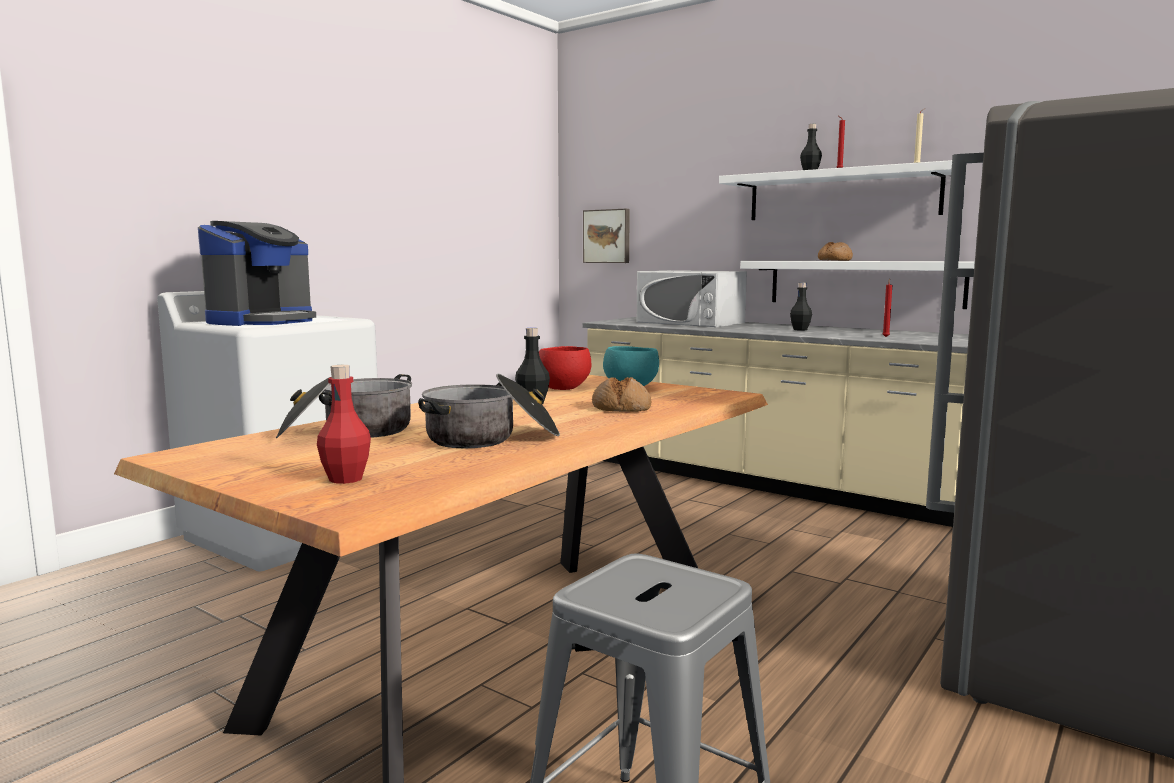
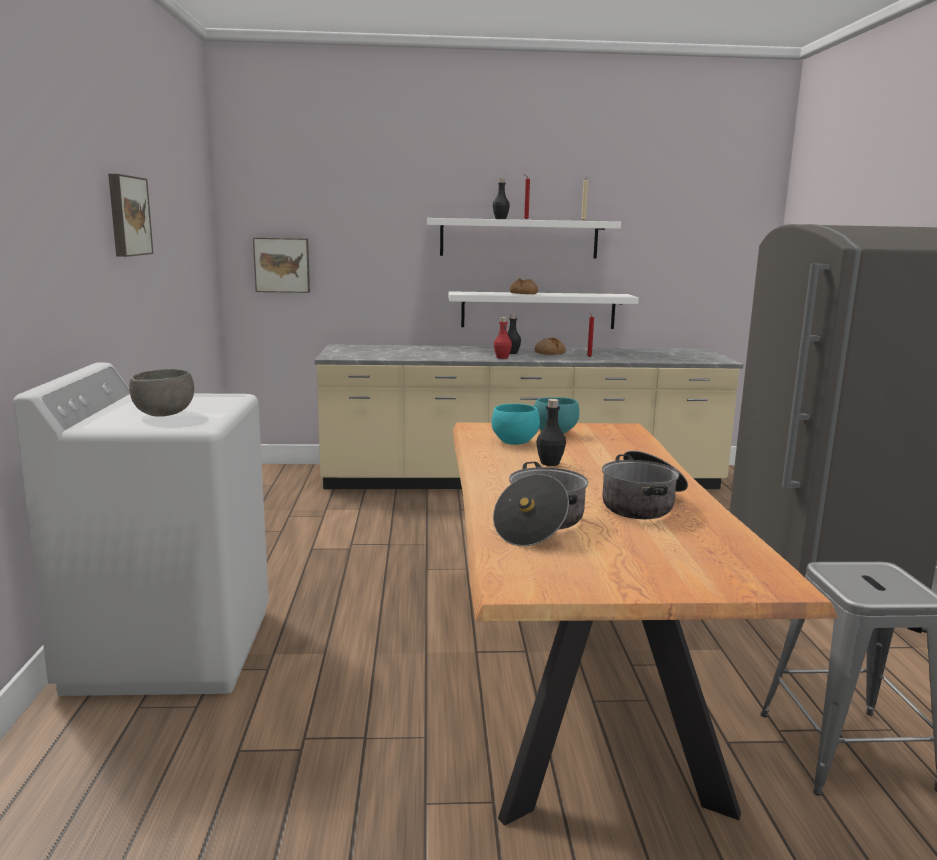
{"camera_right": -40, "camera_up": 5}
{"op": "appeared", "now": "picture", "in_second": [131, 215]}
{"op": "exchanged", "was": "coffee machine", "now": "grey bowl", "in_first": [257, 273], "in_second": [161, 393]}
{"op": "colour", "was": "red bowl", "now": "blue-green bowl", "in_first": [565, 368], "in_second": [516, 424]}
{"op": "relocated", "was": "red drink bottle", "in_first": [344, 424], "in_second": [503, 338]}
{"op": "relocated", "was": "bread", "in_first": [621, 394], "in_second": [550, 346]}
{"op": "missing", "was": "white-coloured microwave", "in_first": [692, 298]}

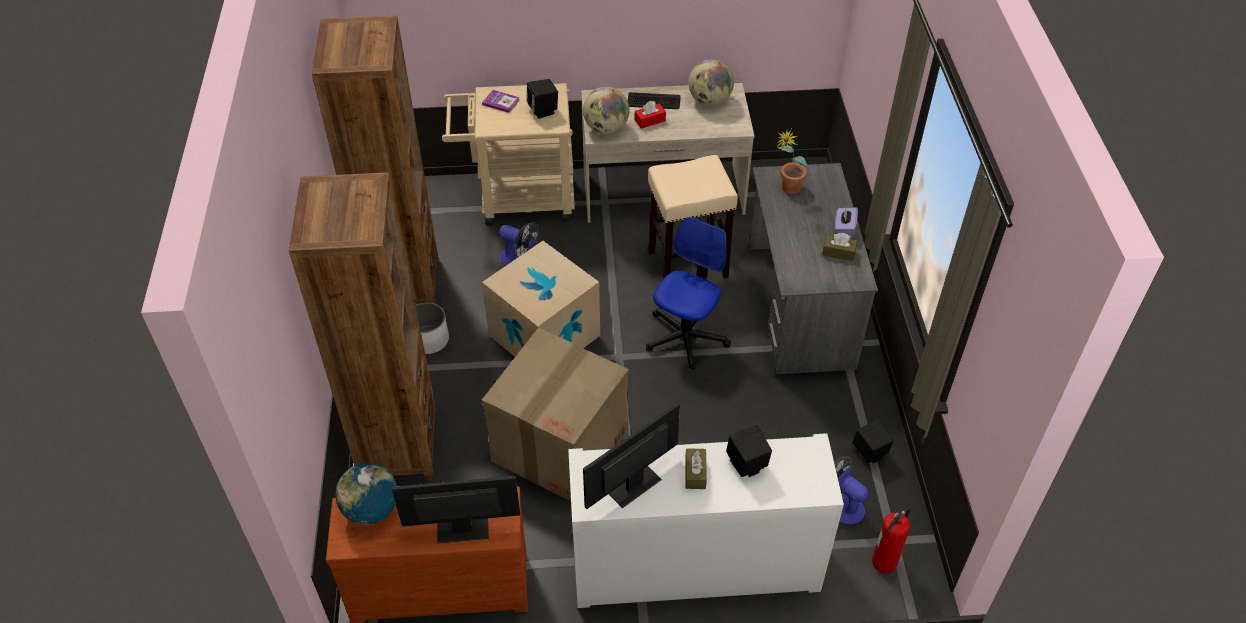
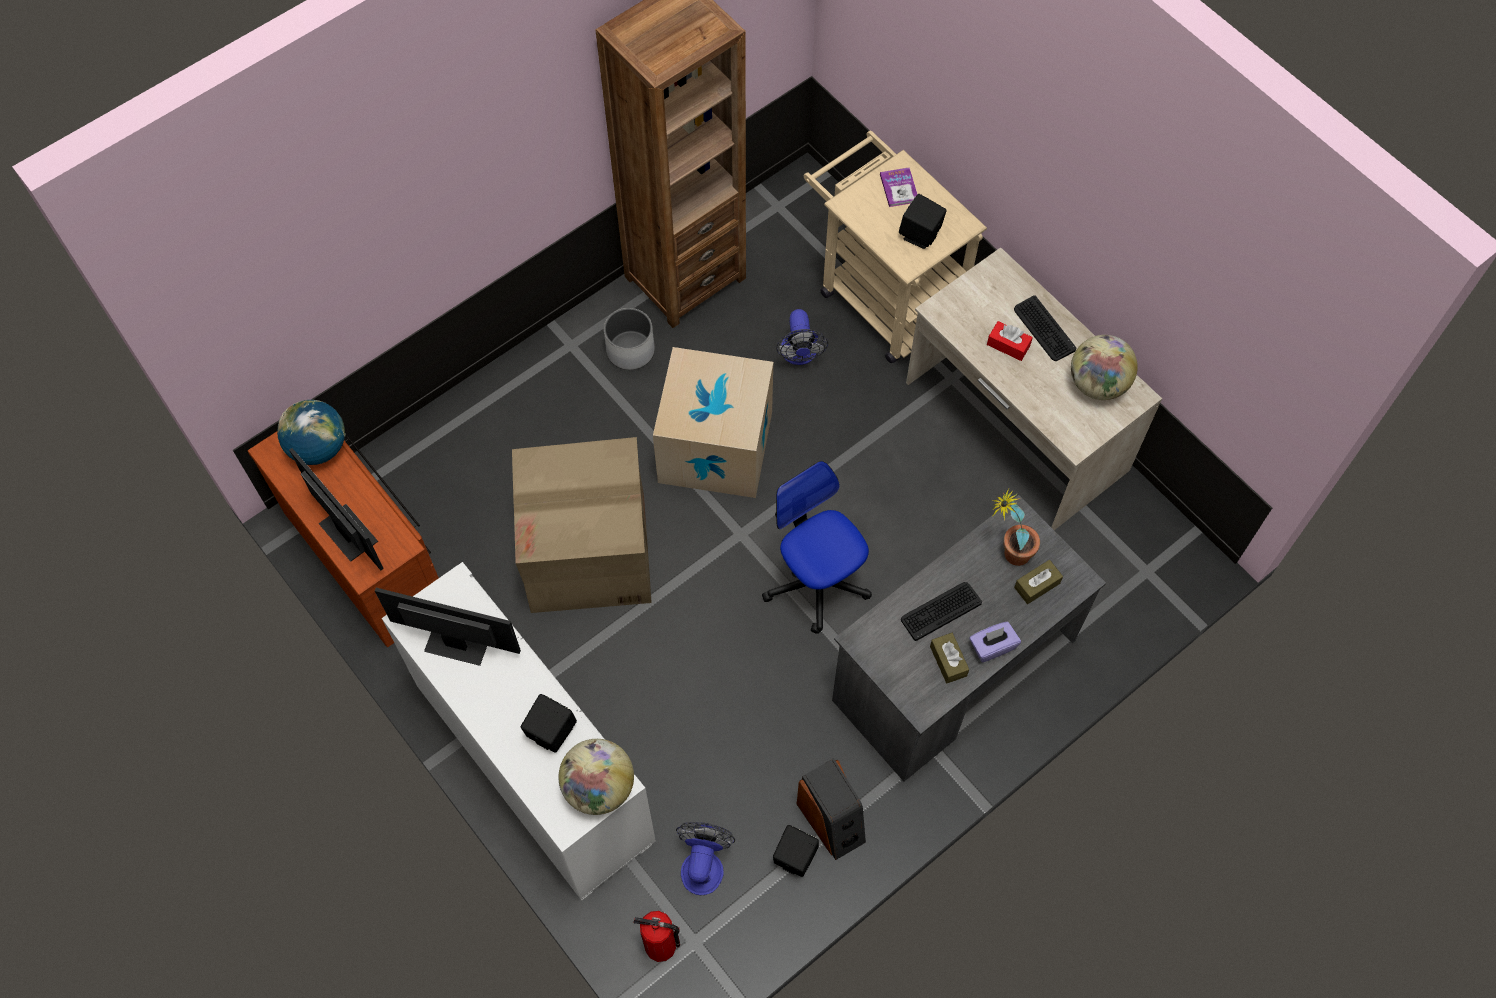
{"camera_right": 55, "camera_up": 15}
{"op": "relocated", "was": "world globe", "in_first": [606, 110], "in_second": [596, 777]}
{"op": "spun", "was": "office chair", "in_first": [688, 293], "in_second": [817, 547], "clockwise": -120}
{"op": "appeared", "now": "audio speaker", "in_second": [831, 809]}
{"op": "appeared", "now": "PC keyboard", "in_second": [941, 611]}
{"op": "relocated", "was": "brown tissue holder", "in_first": [696, 468], "in_second": [1038, 582]}
{"op": "missing", "was": "brown shelving unit", "in_first": [362, 325]}
{"op": "missing", "was": "beige-coloured sitting stool", "in_first": [693, 217]}

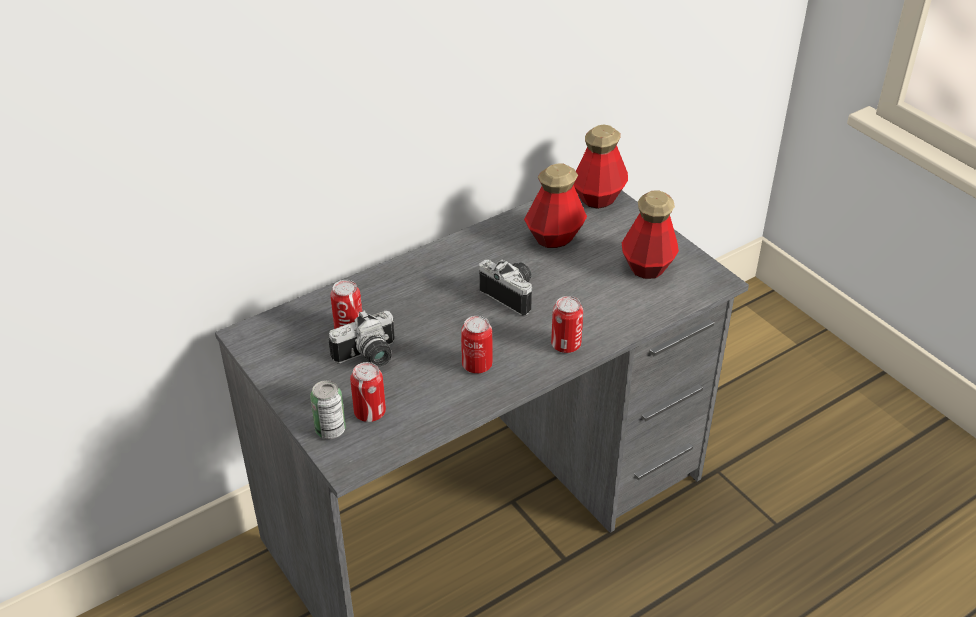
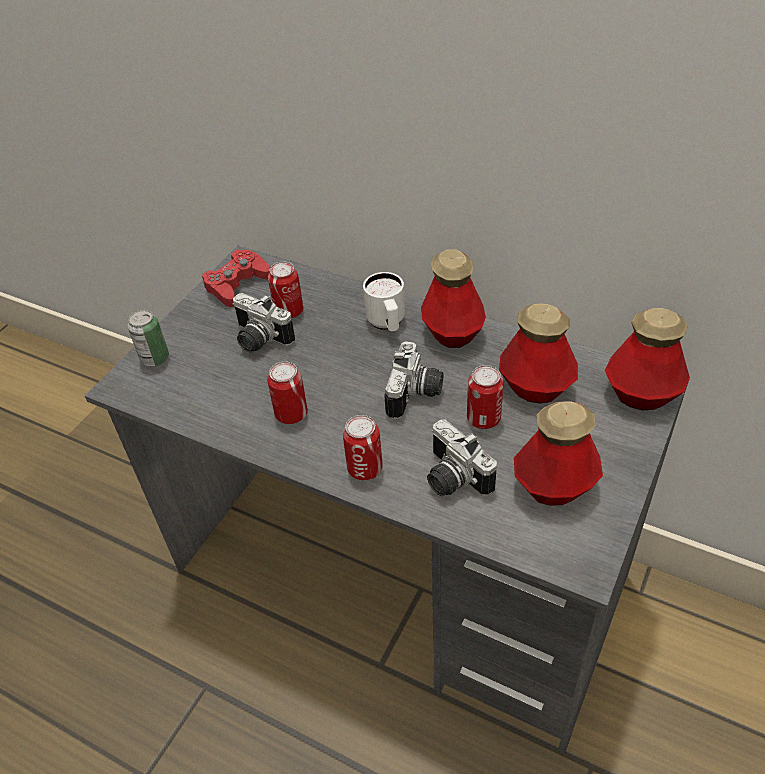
{"camera_right": 65, "camera_up": 5}
{"op": "appeared", "now": "red joypad", "in_second": [236, 278]}
{"op": "appeared", "now": "white-coloured tea mug", "in_second": [384, 301]}
{"op": "appeared", "now": "drink bottle", "in_second": [453, 298]}
{"op": "appeared", "now": "photo camera", "in_second": [462, 458]}
{"op": "relocated", "was": "metal can", "in_first": [368, 392], "in_second": [485, 397]}

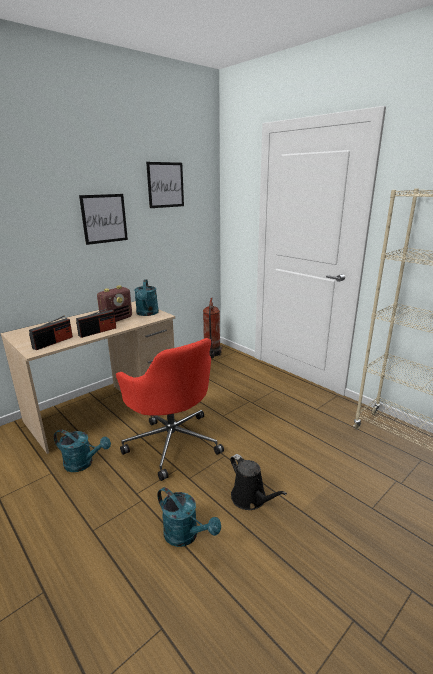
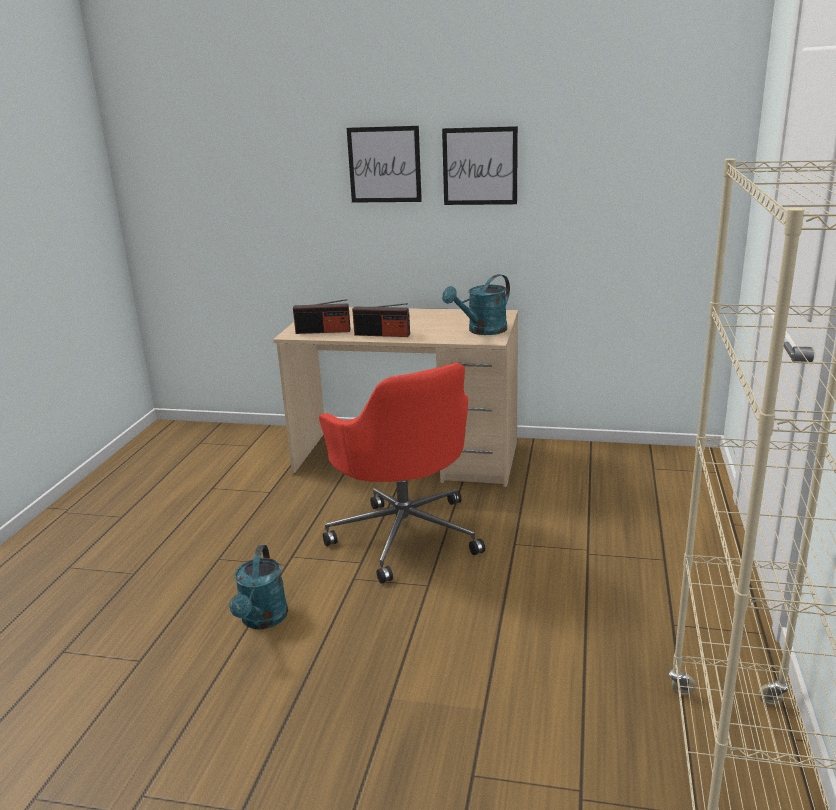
{"camera_right": 55, "camera_up": 0}
{"op": "spun", "was": "red office chair", "in_first": [170, 409], "in_second": [402, 473], "clockwise": -45}
{"op": "relocated", "was": "picture", "in_first": [165, 185], "in_second": [384, 164]}
{"op": "missing", "was": "blue-green watering pot", "in_first": [82, 450]}
{"op": "missing", "was": "radio receiver", "in_first": [114, 304]}
{"op": "missing", "was": "fire-fighting cylinder", "in_first": [212, 328]}
{"op": "missing", "was": "blackish watering pot", "in_first": [258, 482]}

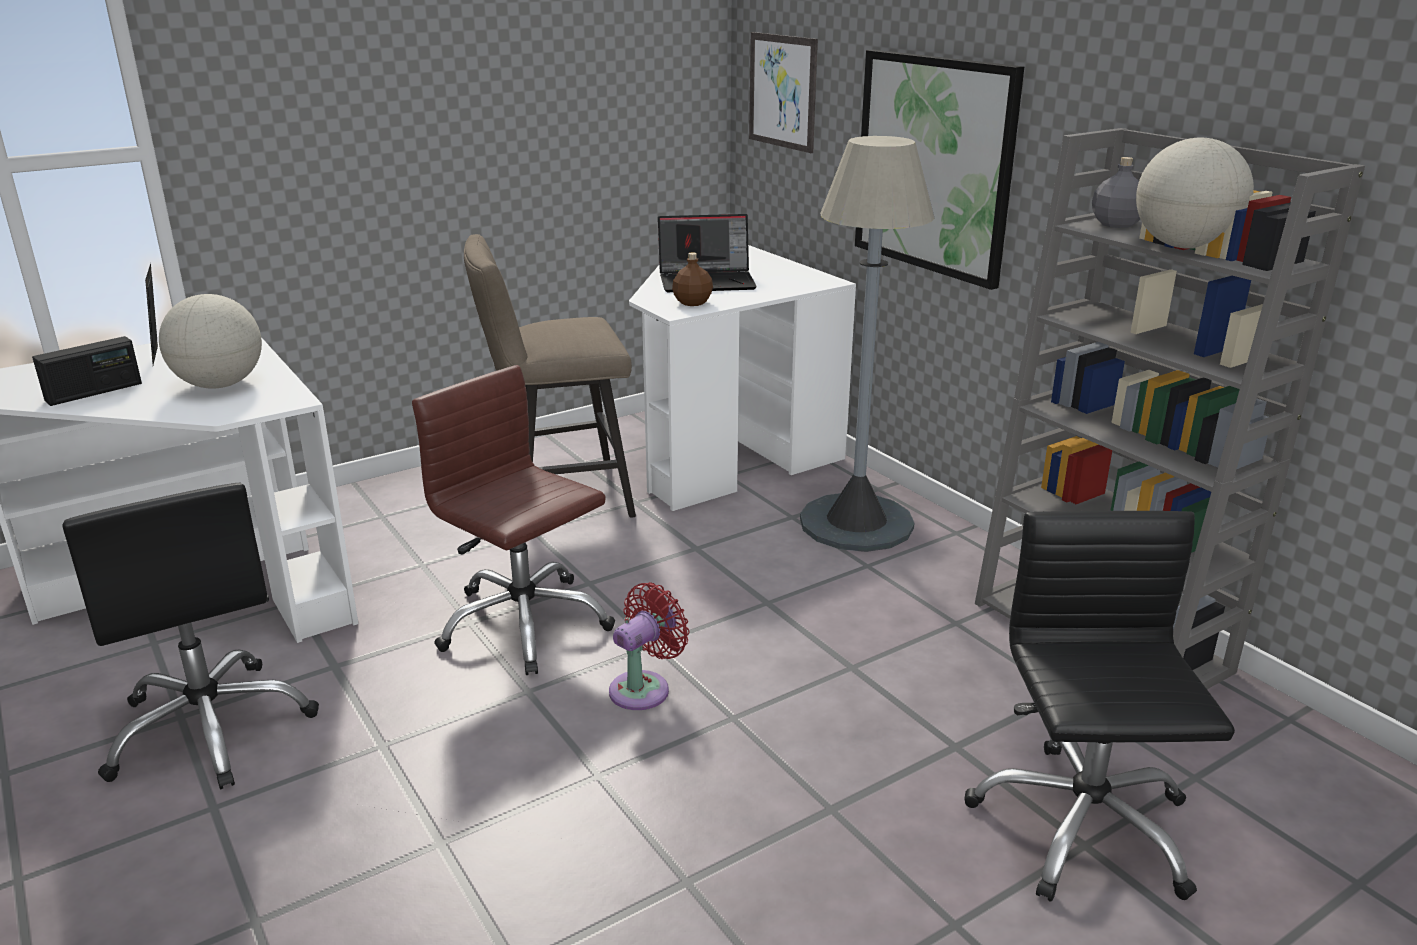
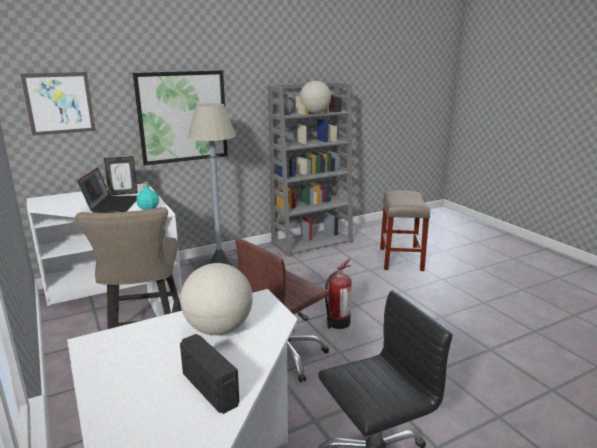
{"camera_right": -85, "camera_up": -5}
{"op": "relocated", "was": "photo frame", "in_first": [151, 314], "in_second": [121, 176]}
{"op": "colour", "was": "brown drink bottle", "now": "blue-green drink bottle", "in_first": [692, 279], "in_second": [147, 196]}
{"op": "exchanged", "was": "red cooling fan", "now": "fire-fighting cylinder", "in_first": [649, 646], "in_second": [338, 293]}
{"op": "exchanged", "was": "blackish office chair", "now": "beige-coloured sitting stool", "in_first": [1099, 706], "in_second": [405, 231]}

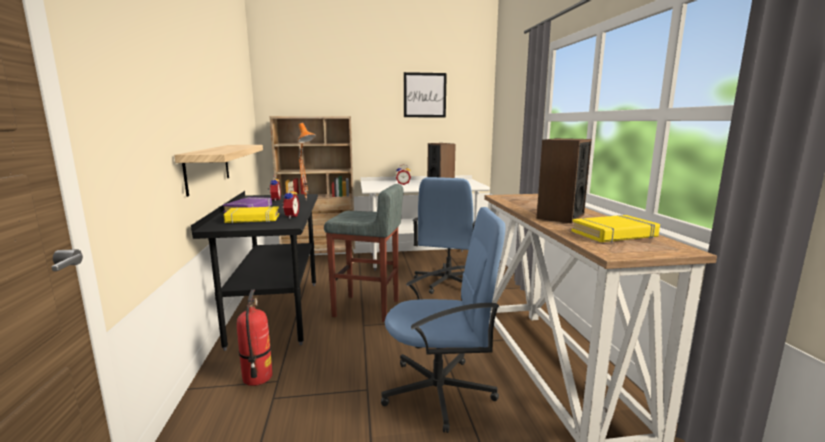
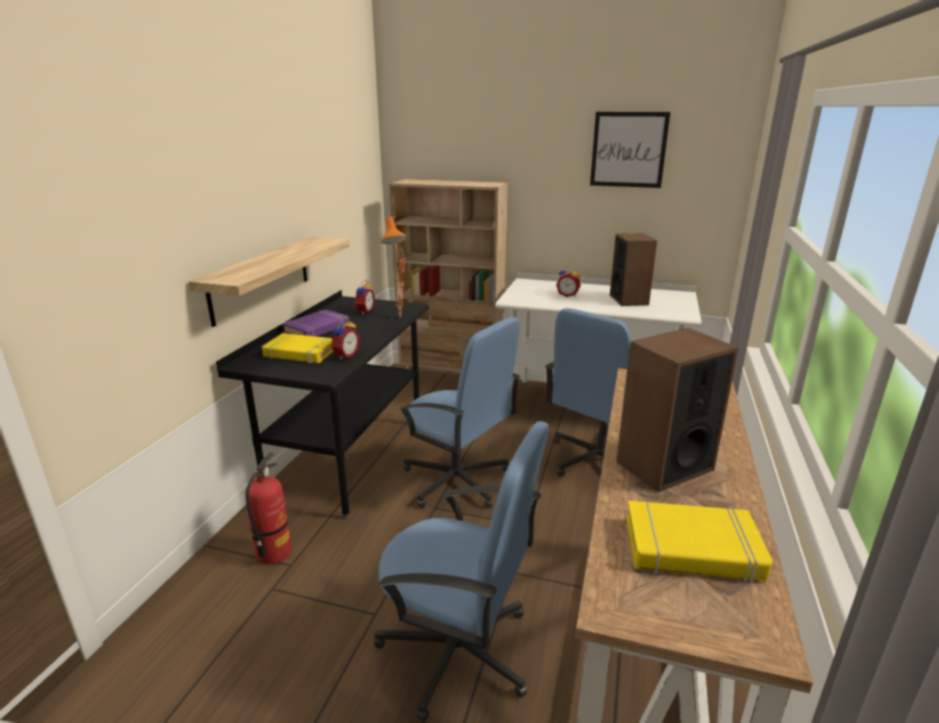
{"camera_right": 25, "camera_up": 10}
{"op": "exchanged", "was": "grey sitting stool", "now": "bluish office chair", "in_first": [364, 253], "in_second": [459, 412]}

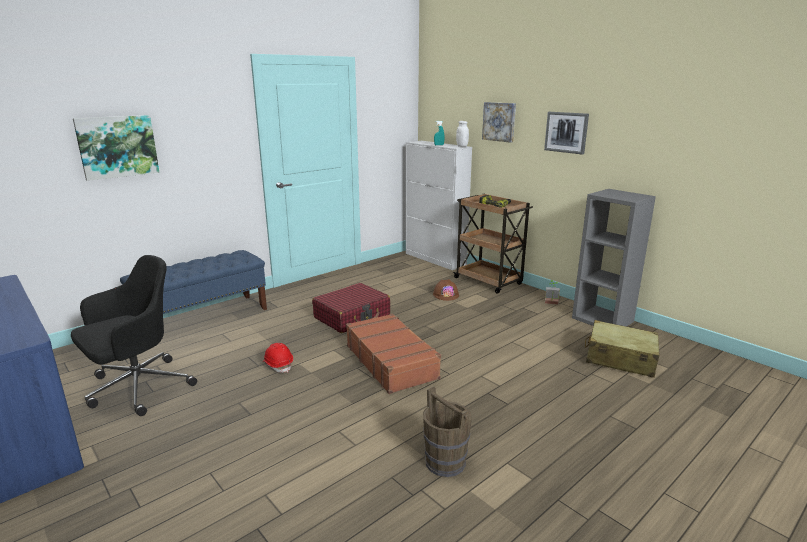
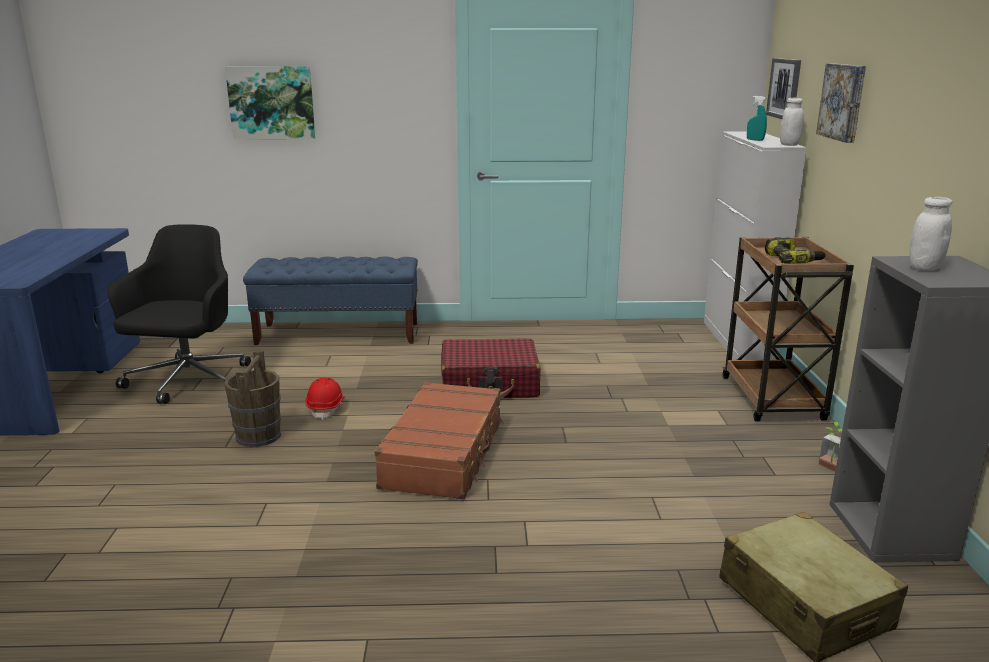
{"camera_right": 40, "camera_up": 0}
{"op": "spun", "was": "blackish office chair", "in_first": [134, 335], "in_second": [179, 314], "clockwise": -75}
{"op": "relocated", "was": "brown bucket", "in_first": [447, 432], "in_second": [253, 399]}
{"op": "relocated", "was": "picture", "in_first": [566, 133], "in_second": [783, 88]}
{"op": "appeared", "now": "white-coloured storage jar", "in_second": [931, 234]}
{"op": "missing", "was": "brown hard hat", "in_first": [446, 290]}

